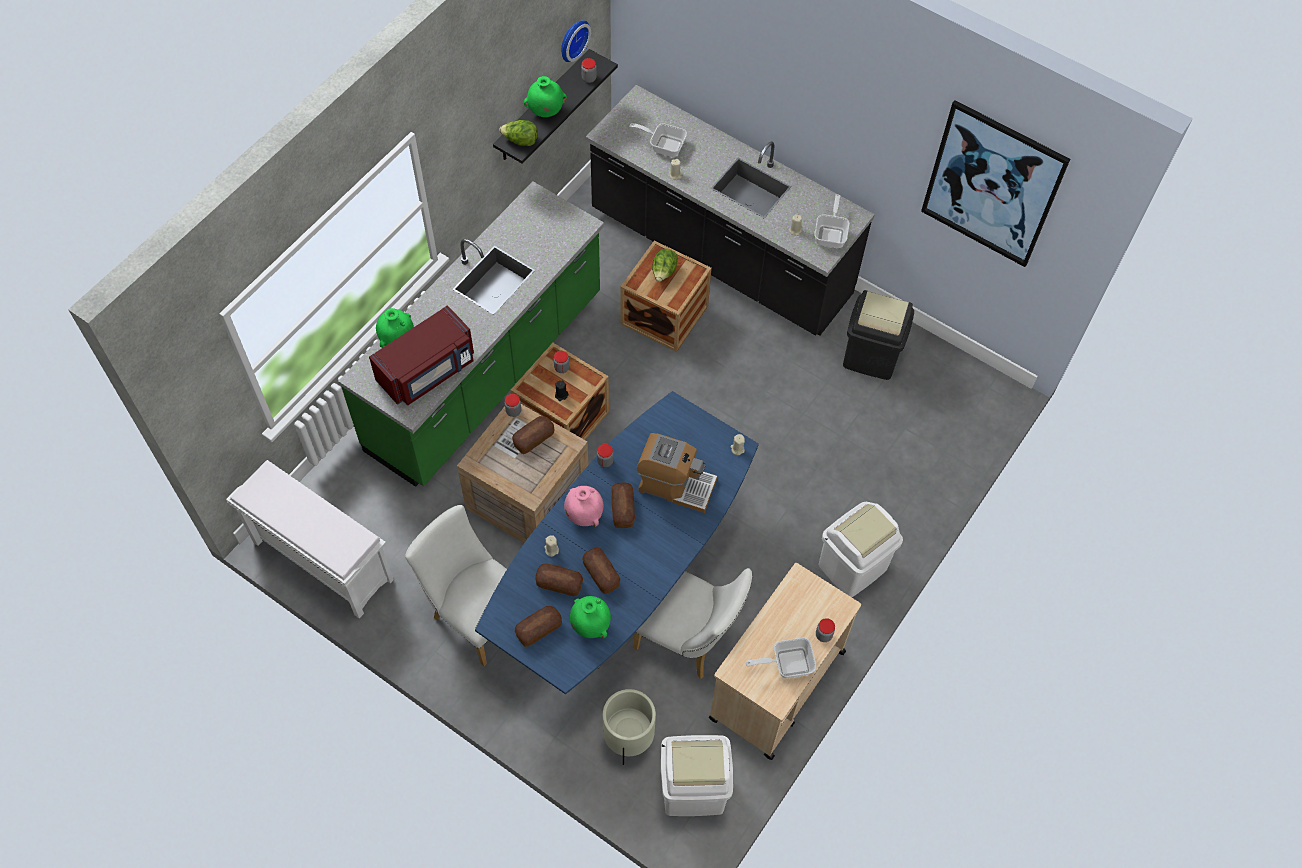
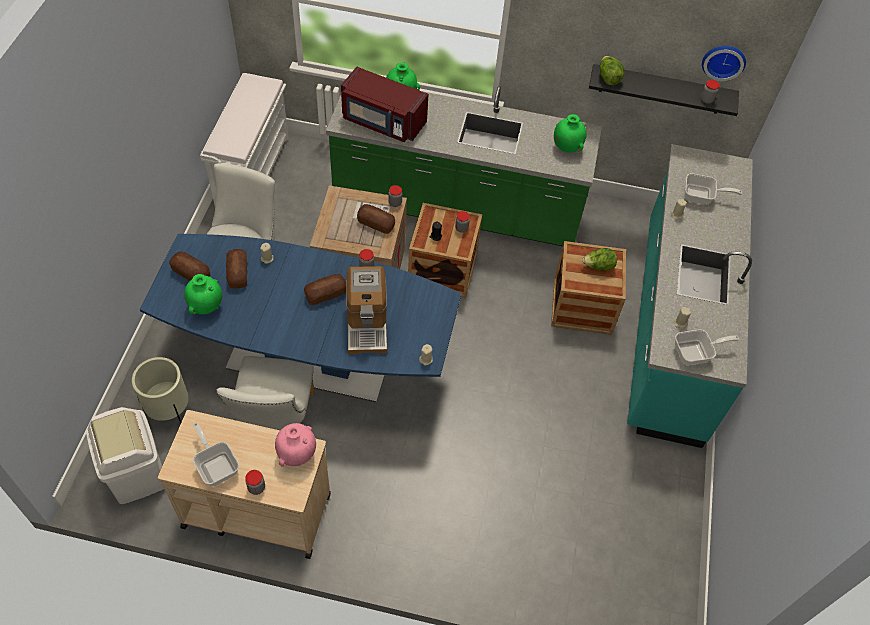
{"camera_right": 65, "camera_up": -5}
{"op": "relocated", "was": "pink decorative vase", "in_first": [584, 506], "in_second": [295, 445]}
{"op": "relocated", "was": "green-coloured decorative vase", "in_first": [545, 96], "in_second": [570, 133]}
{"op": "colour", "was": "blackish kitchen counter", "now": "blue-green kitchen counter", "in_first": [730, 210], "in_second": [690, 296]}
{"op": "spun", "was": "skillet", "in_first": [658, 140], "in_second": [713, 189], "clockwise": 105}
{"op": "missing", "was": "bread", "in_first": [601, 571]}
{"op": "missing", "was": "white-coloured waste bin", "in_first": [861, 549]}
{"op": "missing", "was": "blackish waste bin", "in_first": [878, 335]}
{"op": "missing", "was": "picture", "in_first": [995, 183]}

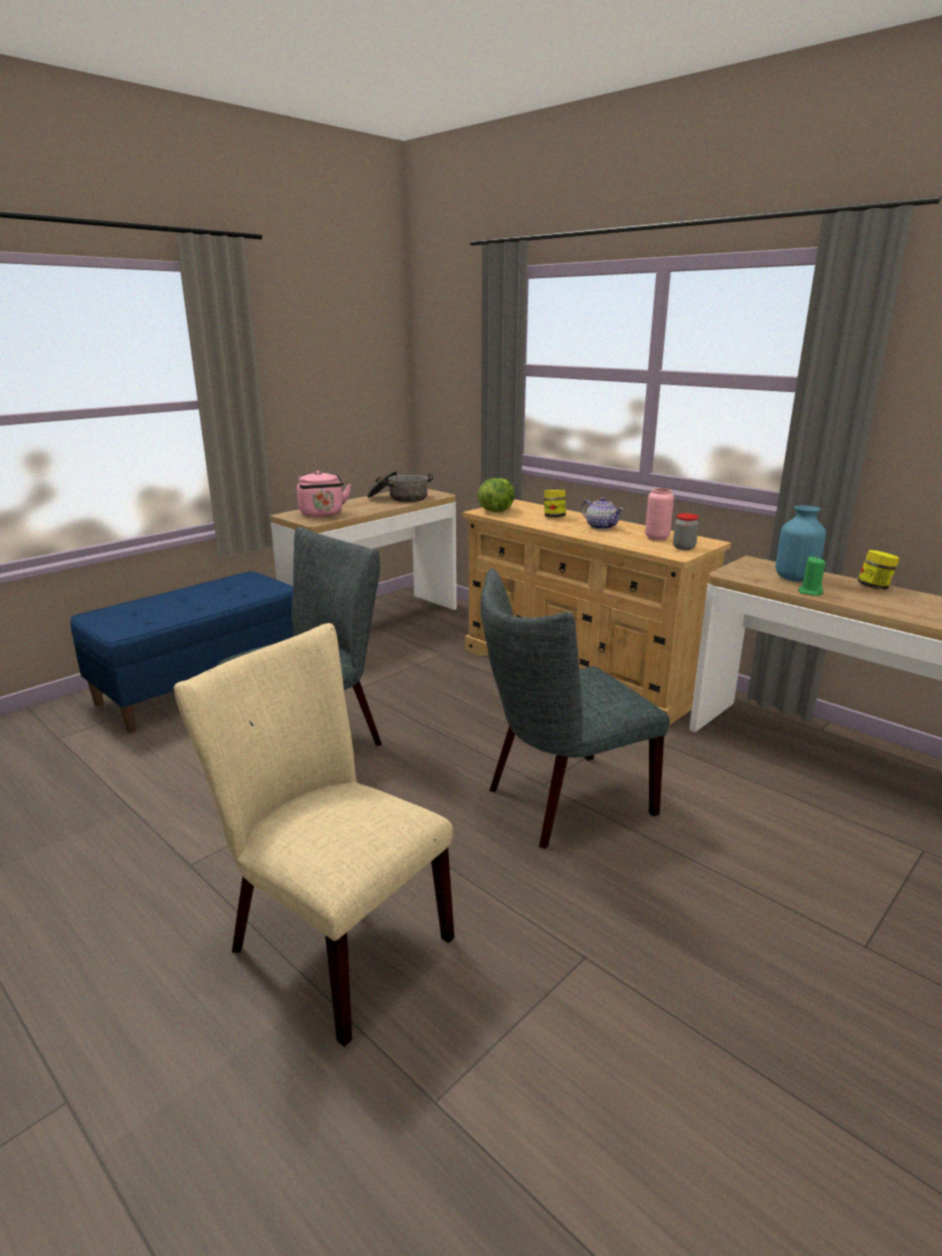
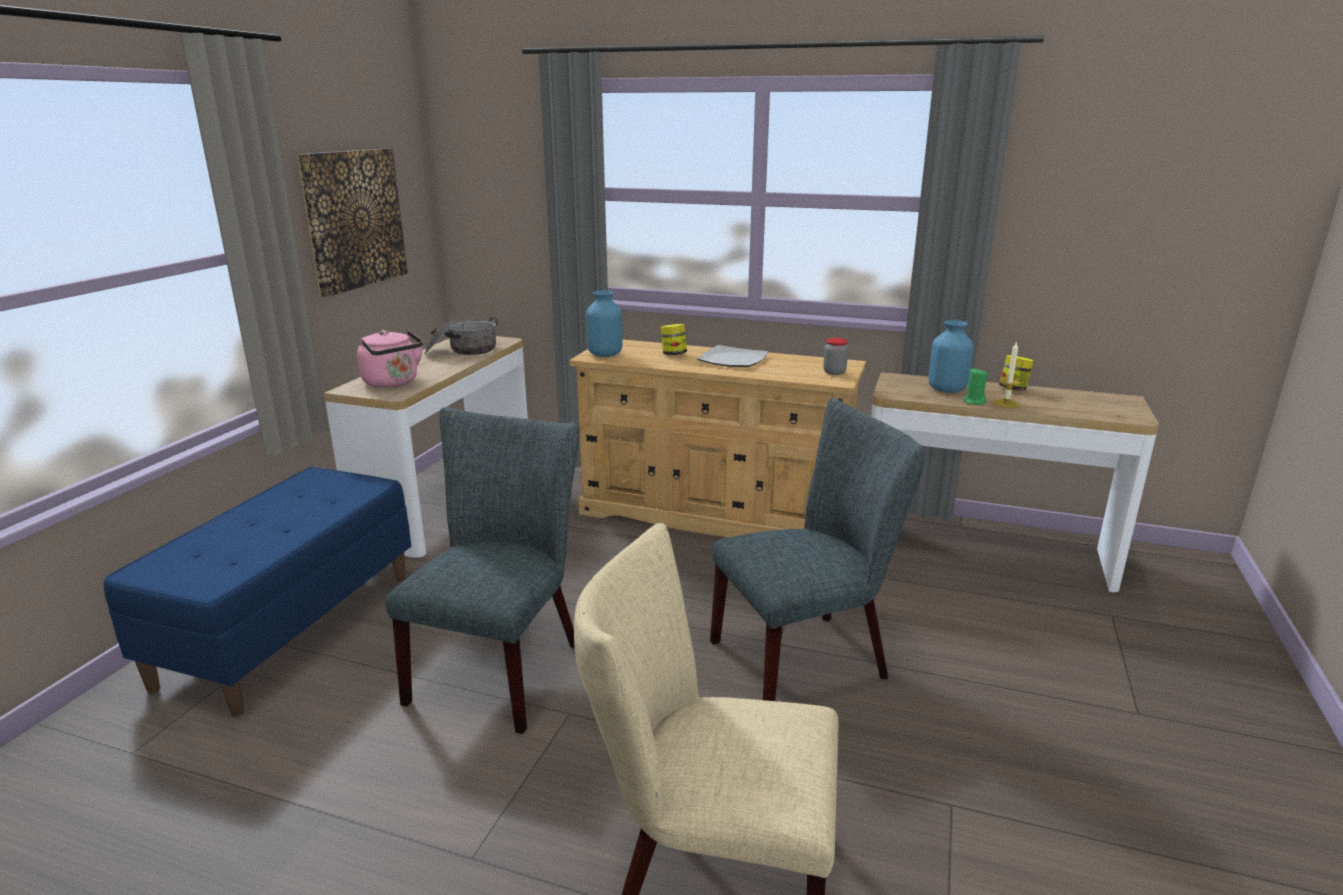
{"camera_right": -25, "camera_up": 0}
{"op": "appeared", "now": "picture", "in_second": [352, 222]}
{"op": "exchanged", "was": "lettuce", "now": "bluish decorative vase", "in_first": [495, 495], "in_second": [604, 323]}
{"op": "exchanged", "was": "pot for tea", "now": "flat dish", "in_first": [603, 513], "in_second": [732, 356]}
{"op": "spun", "was": "grey chair", "in_first": [575, 708], "in_second": [817, 549], "clockwise": -150}
{"op": "appeared", "now": "wax light", "in_second": [1007, 374]}
{"op": "missing", "was": "pink decorative vase", "in_first": [659, 514]}

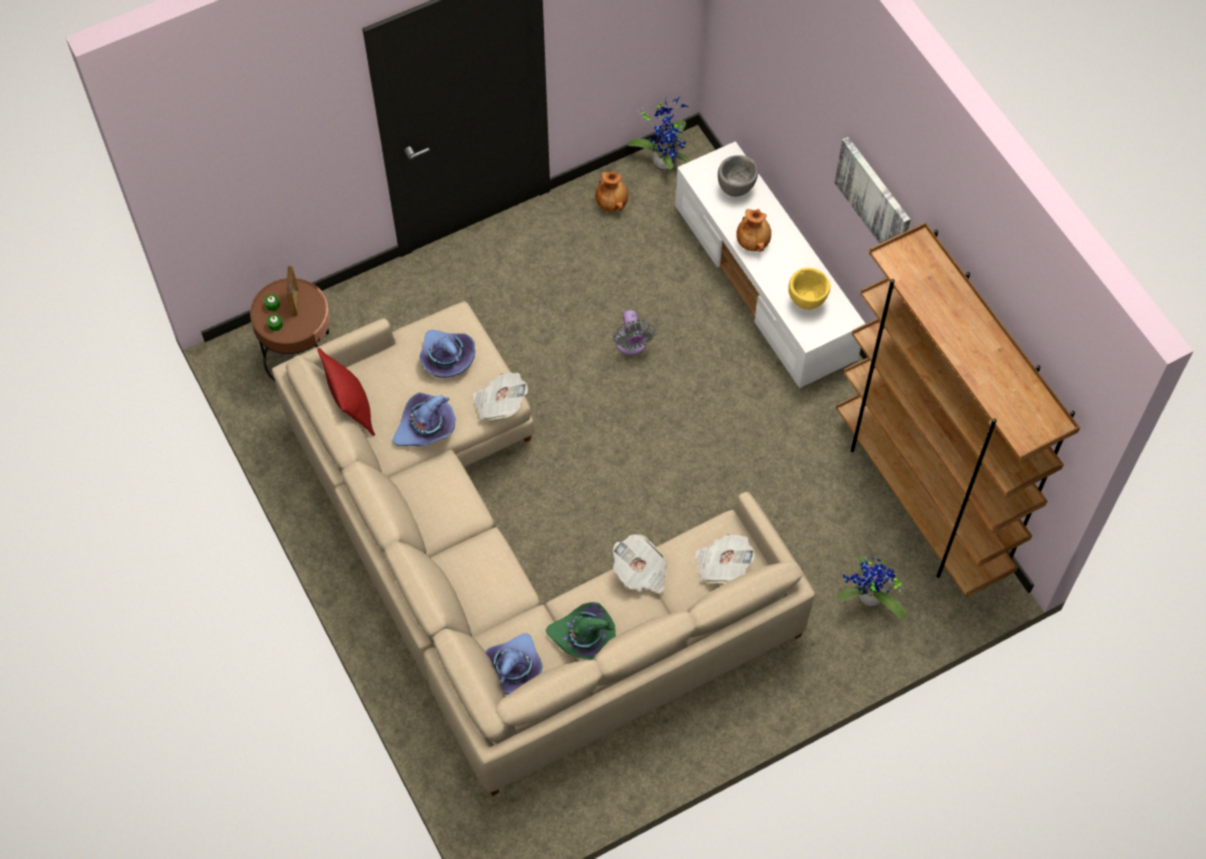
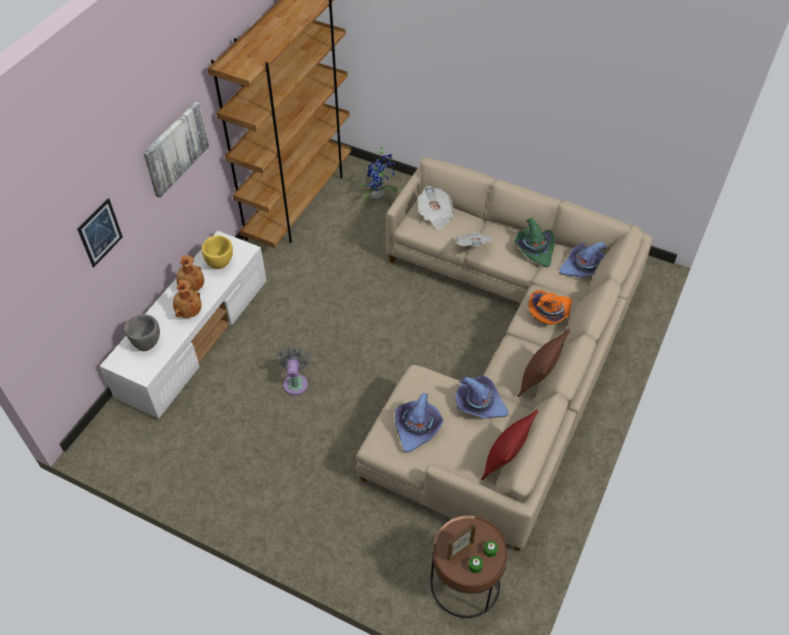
{"camera_right": -125, "camera_up": -10}
{"op": "appeared", "now": "picture", "in_second": [100, 232]}
{"op": "relocated", "was": "brown decorative vase", "in_first": [611, 191], "in_second": [190, 273]}
{"op": "spun", "was": "grey cooling fan", "in_first": [634, 332], "in_second": [293, 371], "clockwise": -45}
{"op": "appeared", "now": "brown throw pillow", "in_second": [543, 362]}
{"op": "appeared", "now": "orange clothing hat", "in_second": [550, 307]}
{"op": "missing", "was": "daily paper", "in_first": [500, 396]}
{"op": "missing", "was": "potted plant", "in_first": [659, 133]}

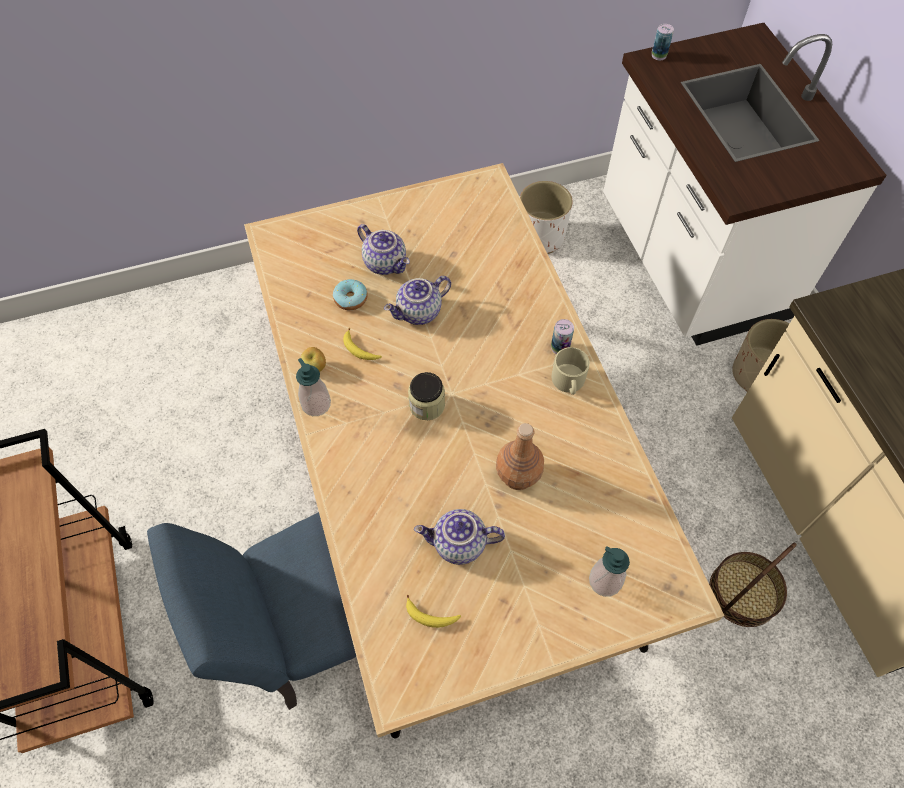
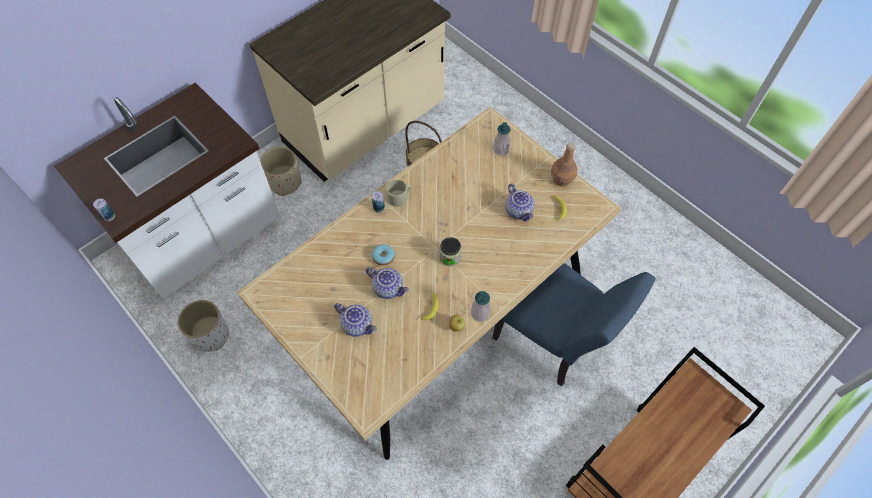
{"camera_right": -115, "camera_up": 0}
{"op": "spun", "was": "pot for tea", "in_first": [383, 249], "in_second": [355, 320], "clockwise": 105}
{"op": "relocated", "was": "doughnut", "in_first": [350, 294], "in_second": [383, 254]}
{"op": "relocated", "was": "brown drink bottle", "in_first": [520, 456], "in_second": [564, 164]}

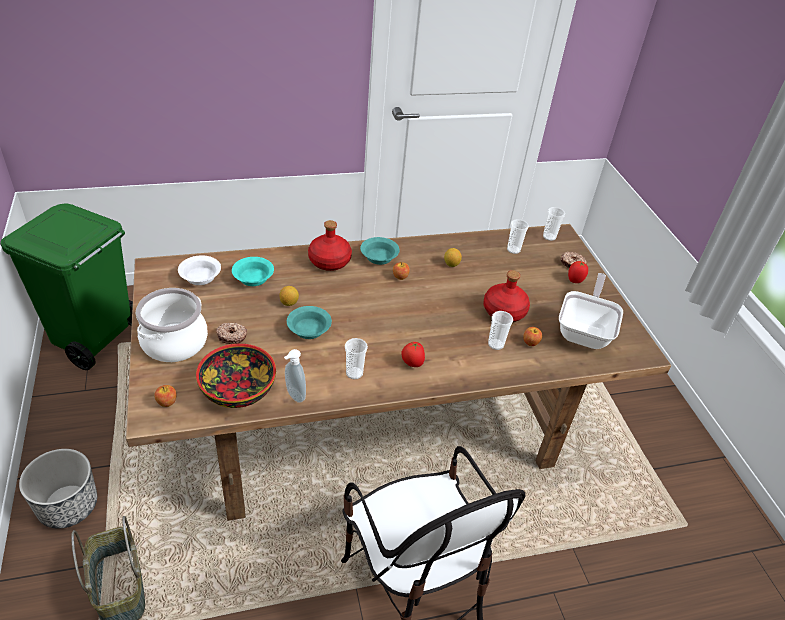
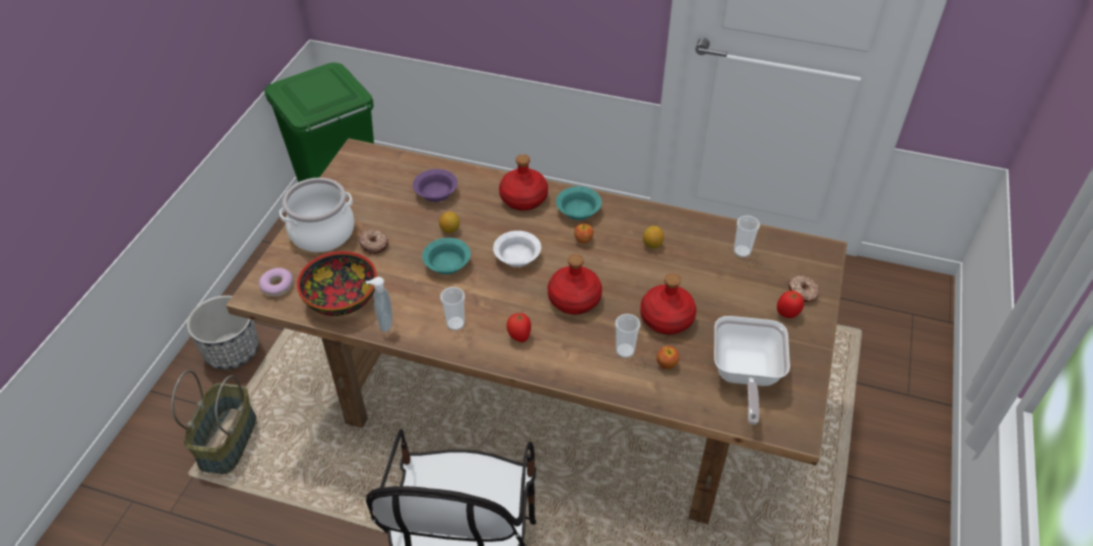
{"camera_right": 35, "camera_up": 5}
{"op": "exchanged", "was": "whole apple", "now": "doughnut", "in_first": [165, 396], "in_second": [276, 282]}
{"op": "colour", "was": "blue-green bowl", "now": "purple bowl", "in_first": [253, 271], "in_second": [435, 185]}
{"op": "relocated", "was": "white-coloured bowl", "in_first": [199, 270], "in_second": [517, 249]}
{"op": "appeared", "now": "red drink bottle", "in_second": [575, 284]}
{"op": "spun", "was": "skillet", "in_first": [591, 311], "in_second": [752, 370], "clockwise": 135}
{"op": "missing", "was": "drinking cup", "in_first": [554, 224]}

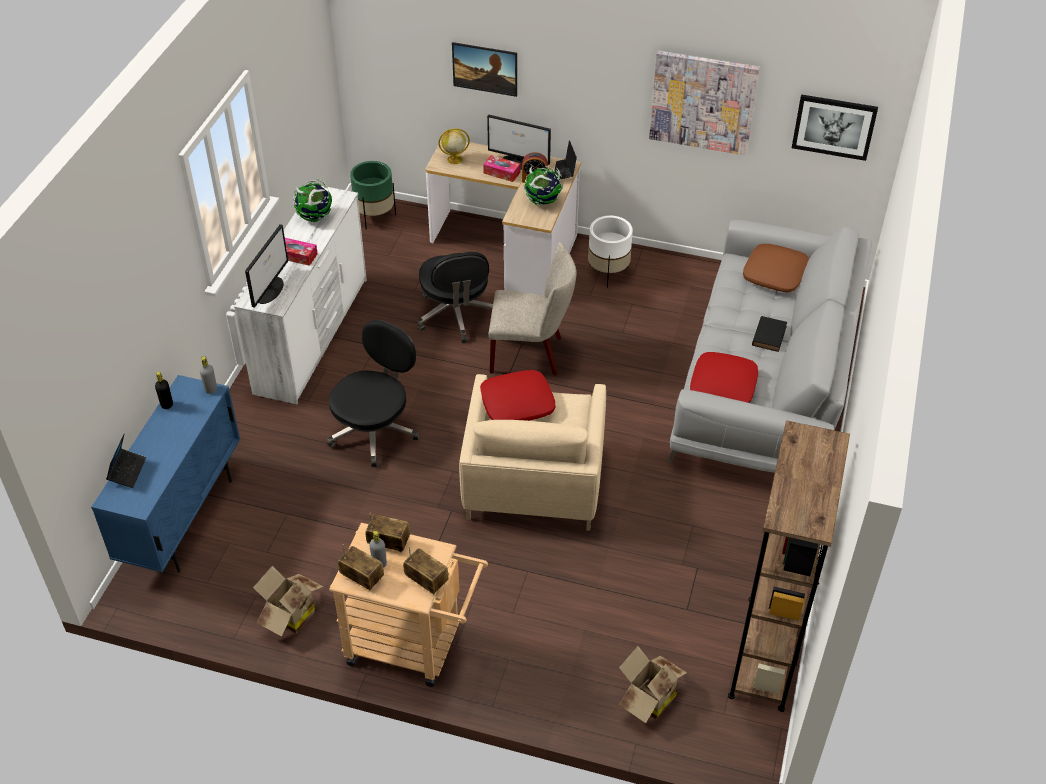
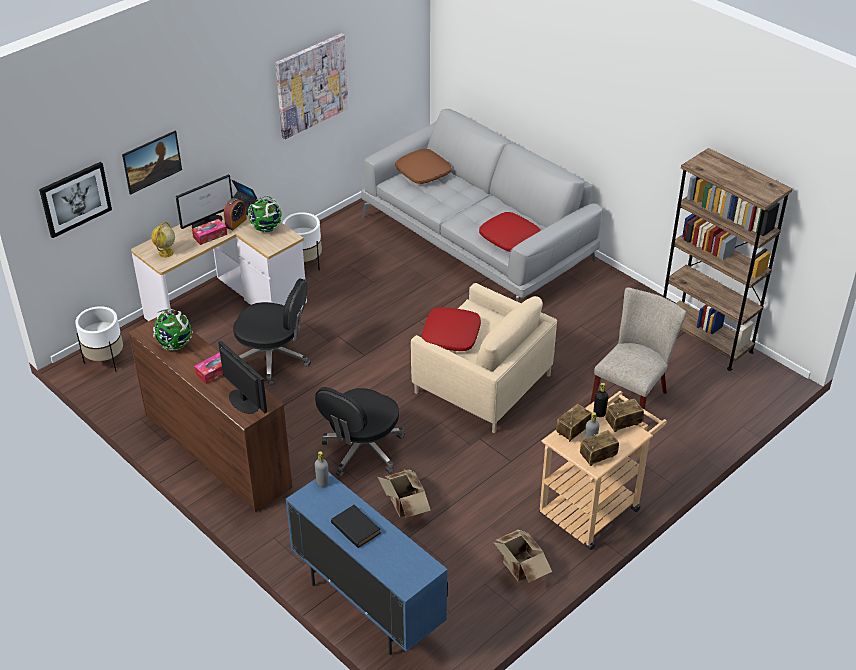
{"camera_right": -60, "camera_up": -5}
{"op": "relocated", "was": "picture", "in_first": [835, 127], "in_second": [75, 200]}
{"op": "colour", "was": "green-coloured planter", "now": "white-coloured planter", "in_first": [373, 195], "in_second": [99, 339]}
{"op": "colour", "was": "white-coloured drawer chest", "now": "brown drawer chest", "in_first": [300, 295], "in_second": [210, 411]}
{"op": "spun", "was": "blackish office chair", "in_first": [373, 393], "in_second": [359, 432], "clockwise": -120}
{"op": "relocated", "was": "blackish bound book", "in_first": [769, 334], "in_second": [355, 526]}
{"op": "relocated", "was": "packing box", "in_first": [653, 684], "in_second": [404, 493]}
{"op": "relocated", "was": "beige-coloured chair", "in_first": [533, 309], "in_second": [638, 354]}
{"op": "relocated", "was": "blackish drink bottle", "in_first": [164, 390], "in_second": [600, 400]}
{"op": "missing", "was": "portable computer", "in_first": [126, 460]}

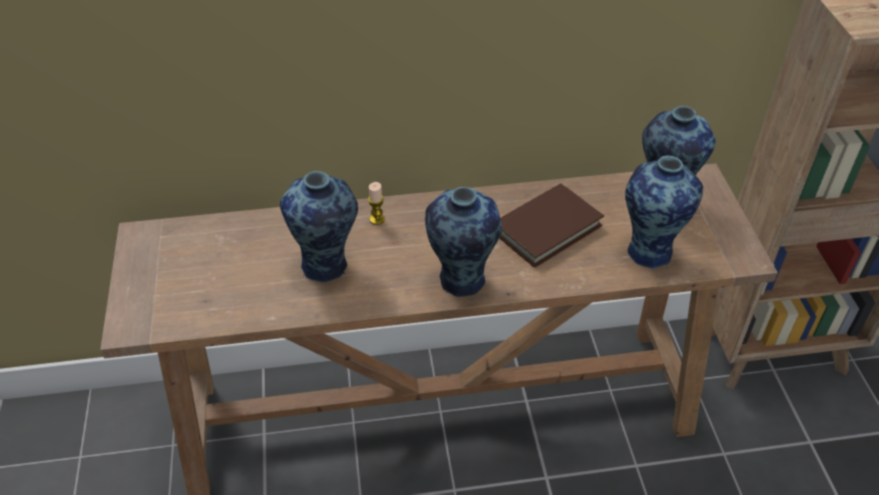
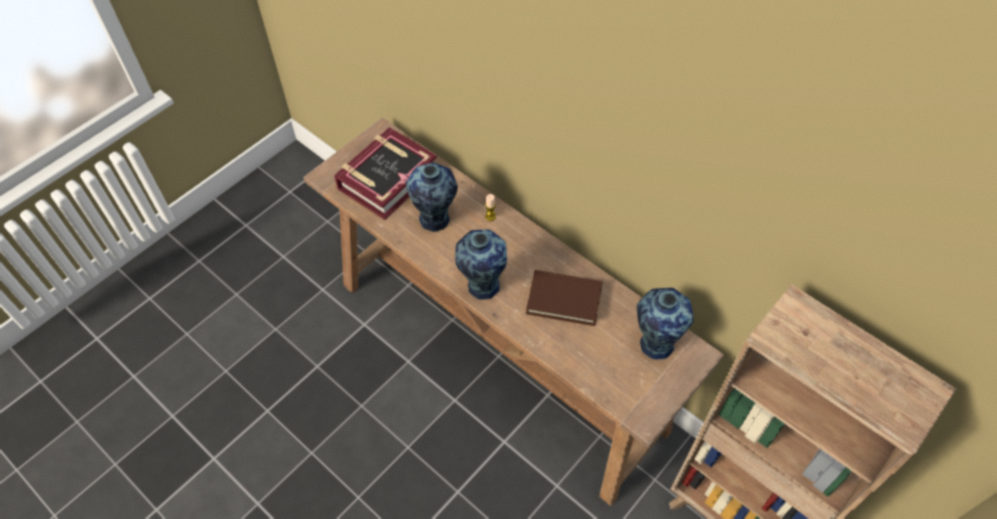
{"camera_right": 50, "camera_up": 10}
{"op": "appeared", "now": "bound book", "in_second": [385, 173]}
{"op": "missing", "was": "decorative vase", "in_first": [664, 212]}

